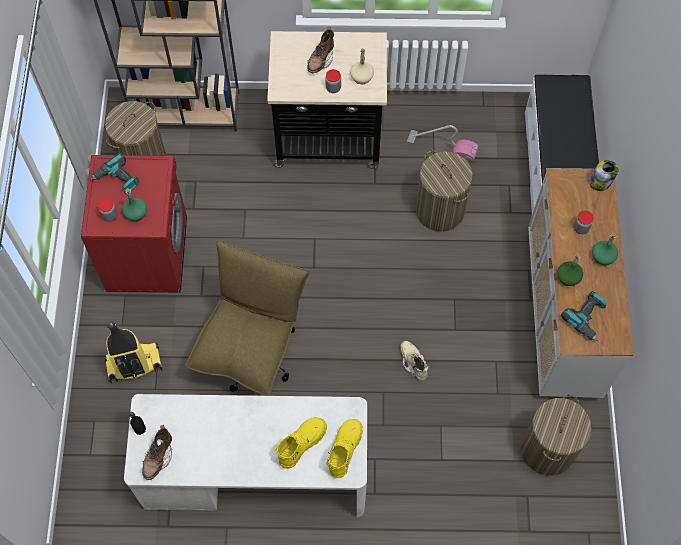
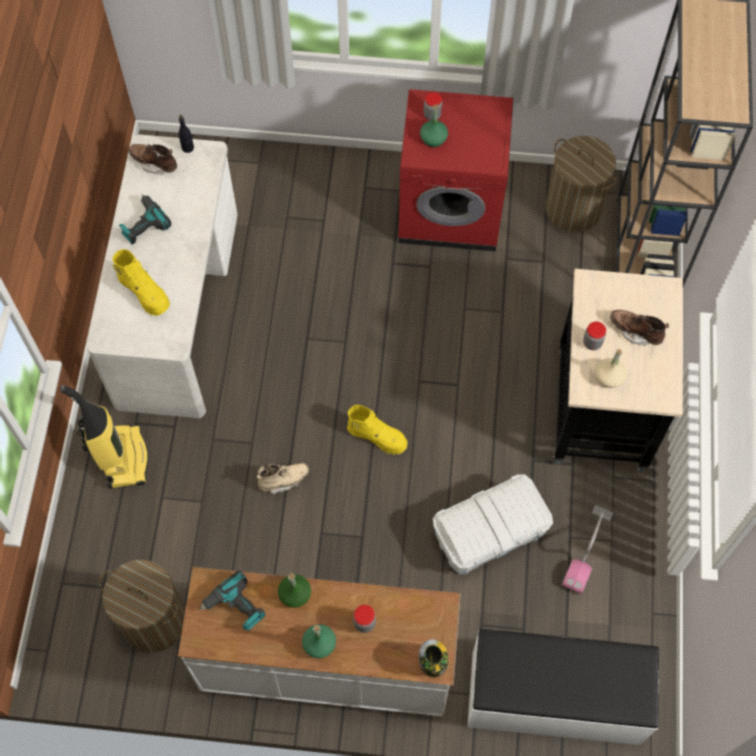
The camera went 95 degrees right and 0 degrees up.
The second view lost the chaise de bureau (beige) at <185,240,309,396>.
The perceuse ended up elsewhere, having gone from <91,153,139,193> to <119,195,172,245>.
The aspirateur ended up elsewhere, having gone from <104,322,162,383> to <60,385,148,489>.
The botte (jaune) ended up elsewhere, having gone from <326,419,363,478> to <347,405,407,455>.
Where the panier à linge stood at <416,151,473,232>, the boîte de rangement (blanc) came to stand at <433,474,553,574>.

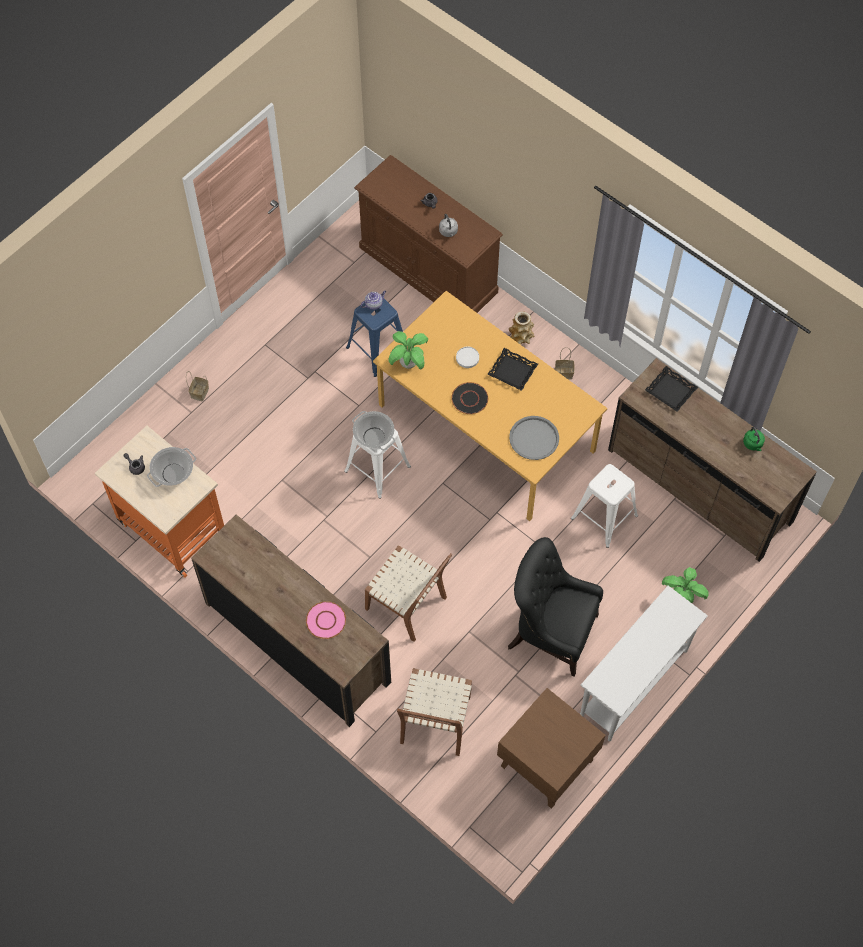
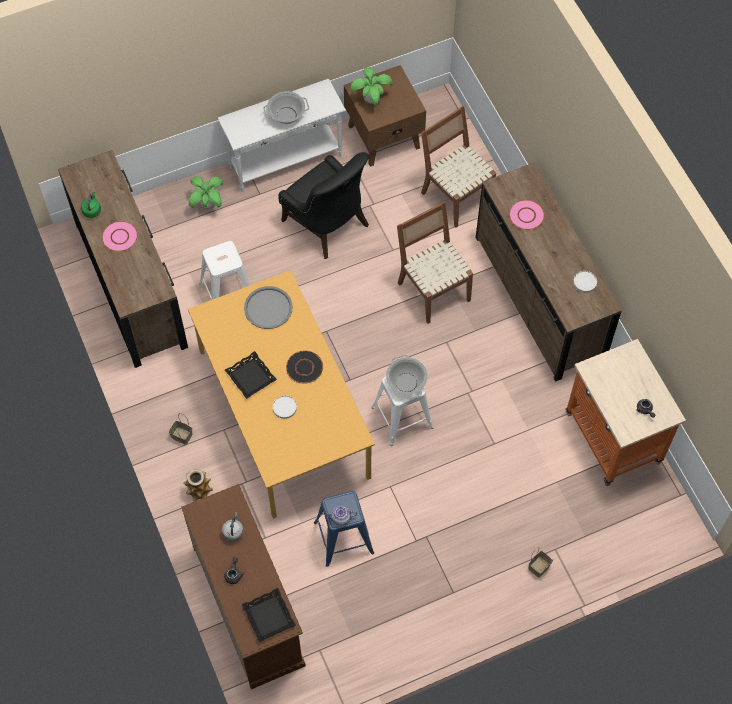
The camera went 155 degrees left and 0 degrees up.
The second view gained the assiette (rose) at <102,221,138,252>.
The second view gained the assiette (blanc) at <573,271,597,293>.
The marmite ended up elsewhere, having gone from <147,447,196,487> to <263,91,309,124>.
The plante en pot ended up elsewhere, having gone from <388,331,428,370> to <350,67,393,105>.
The plateau (noir) ended up elsewhere, having gone from <645,366,698,412> to <242,588,296,642>.
The chaise at <397,668,472,756> ended up facing another way, 75 degrees counterclockwise from before.

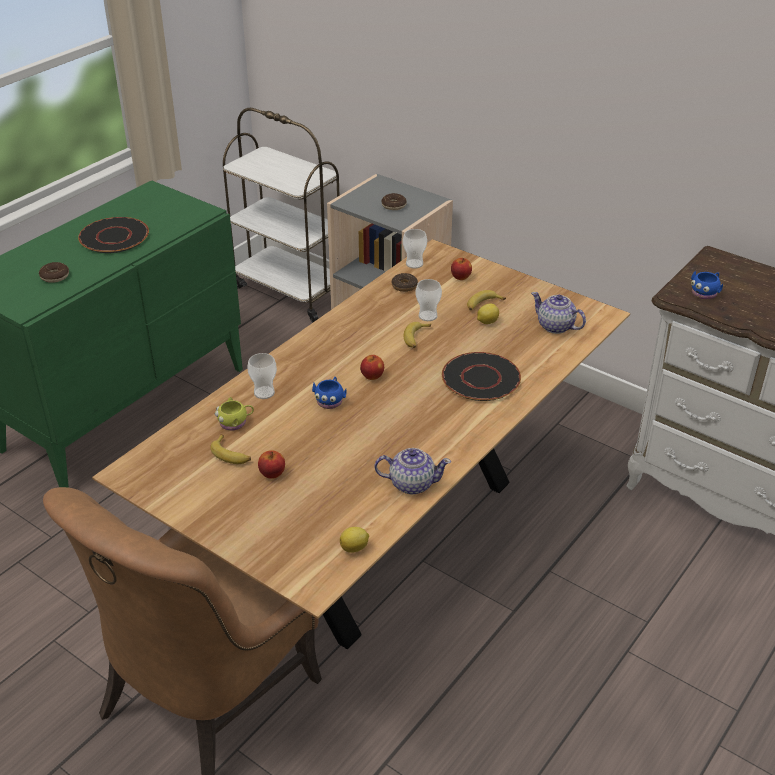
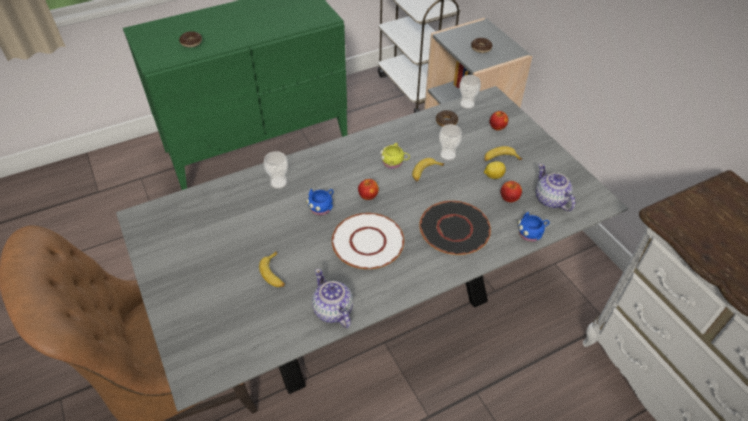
The camera went 25 degrees right and 10 degrees up.
The second view lost the assiette (noir) at <78,217,149,253>.
The second view lost the citron at <340,527,369,553>.
The second view gained the assiette (blanc) at <332,213,404,269>.
The banane ended up elsewhere, having gone from <210,434,251,464> to <259,251,285,287>.
The mug (jaune) ended up elsewhere, having gone from <215,397,254,431> to <380,143,410,169>.
The pomme ended up elsewhere, having gone from <258,450,285,479> to <501,181,522,202>.
The mug (bleu) ended up elsewhere, having gone from <691,271,723,299> to <518,212,550,242>.
What was the table à manger (marron) at <92,239,630,649> turned into the table à manger (gris) at <116,86,629,412>.
The théière at <374,448,451,494> ended up facing another way, 150 degrees counterclockwise from before.

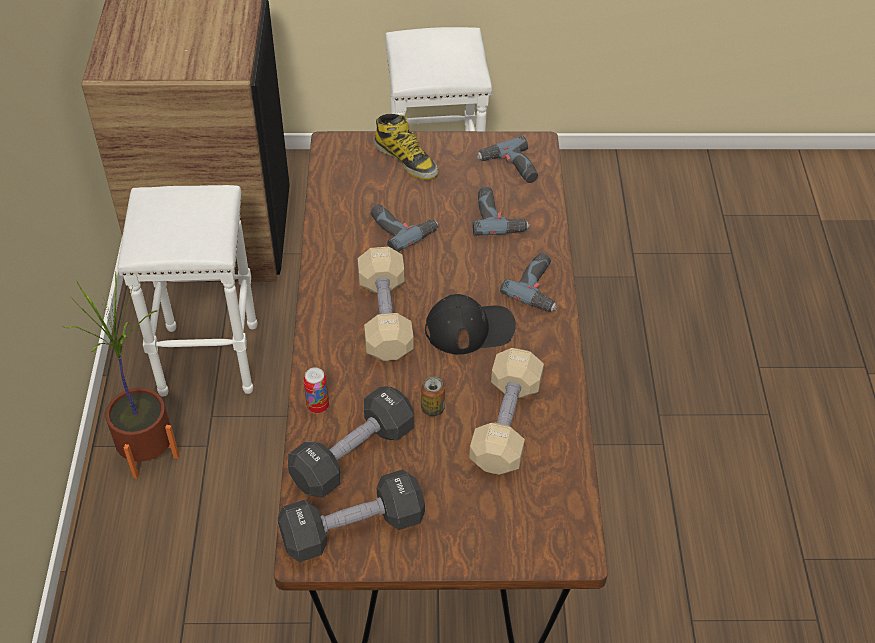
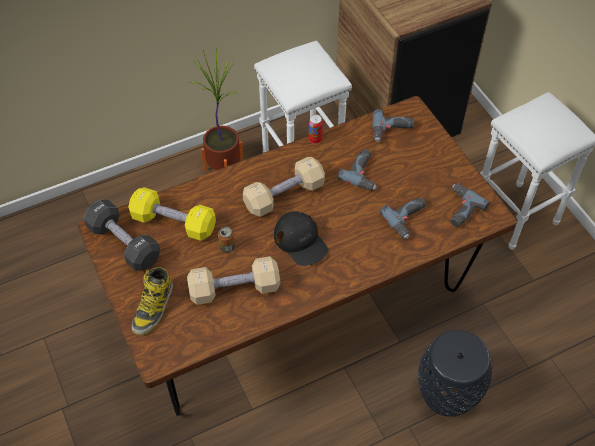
The camera went 65 degrees right and 5 degrees up.
The second view gained the tabouret (noir) at <418,330,492,417>.
The boîte métallique ended up elsewhere, having gone from <303,367,329,414> to <309,114,323,144>.
The botte ended up elsewhere, having gone from <374,114,439,180> to <132,267,173,335>.
The perceuse ended up elsewhere, having gone from <500,253,557,312> to <372,109,414,142>.
What was the haltère (noir) at <288,386,414,498> turned into the haltère (jaune) at <128,187,216,241>.

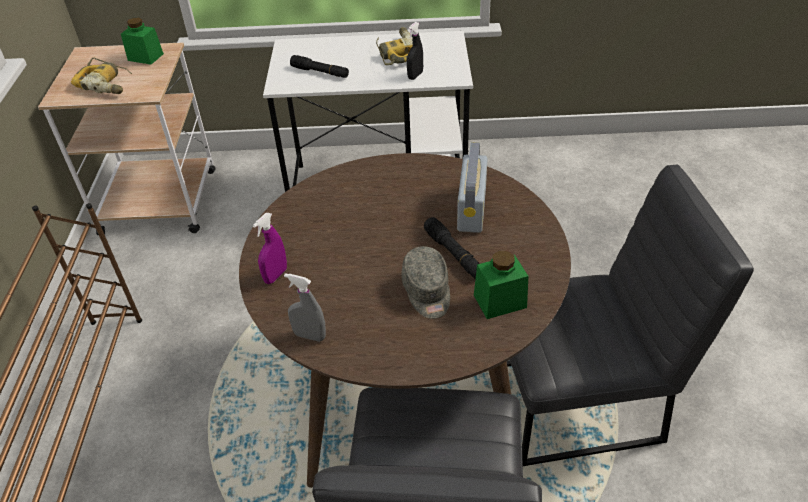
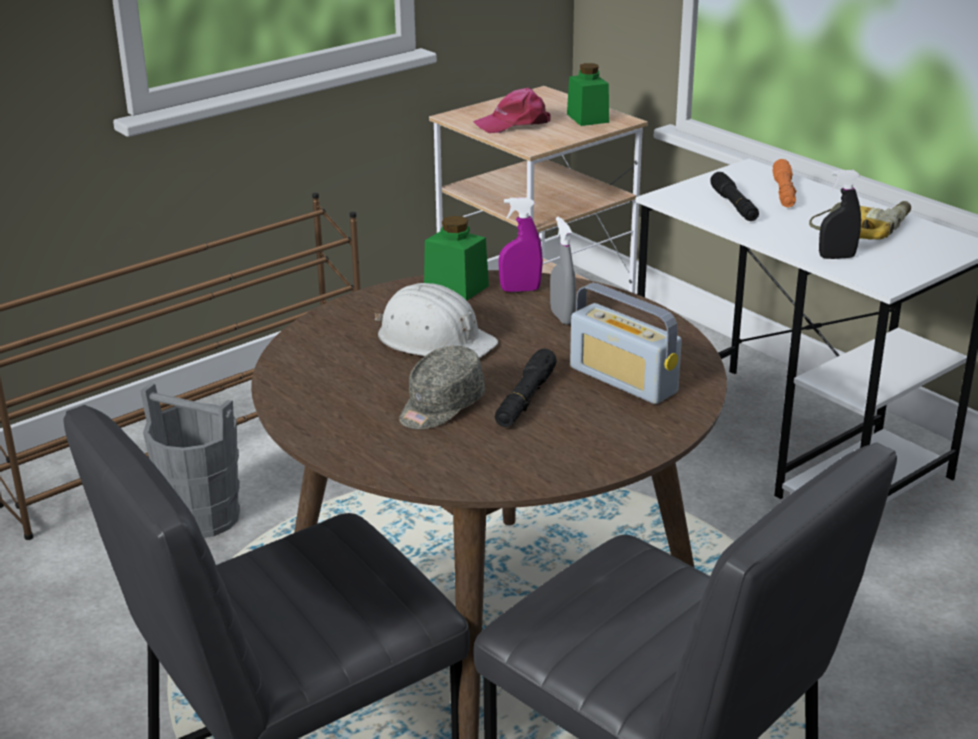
The camera went 50 degrees right and 15 degrees down.
The second view gained the seau (gris) at <140,382,240,538>.
The second view gained the casque de chantier (blanc) at <375,283,498,358>.
The second view gained the lampe de poche (orange) at <772,159,796,207>.
The vaporisateur (violet) ended up elsewhere, having gone from <253,213,287,284> to <499,197,543,292>.
The vaporisateur (gris) ended up elsewhere, having gone from <284,273,326,342> to <550,217,576,325>.
The bocal (vert) ended up elsewhere, having gone from <474,251,528,319> to <424,216,489,300>.
Where the perceuse stood at <71,58,132,94>, the casquette (rose) came to stand at <473,88,551,133>.
The radio at <457,142,487,233> ended up facing another way, 105 degrees counterclockwise from before.

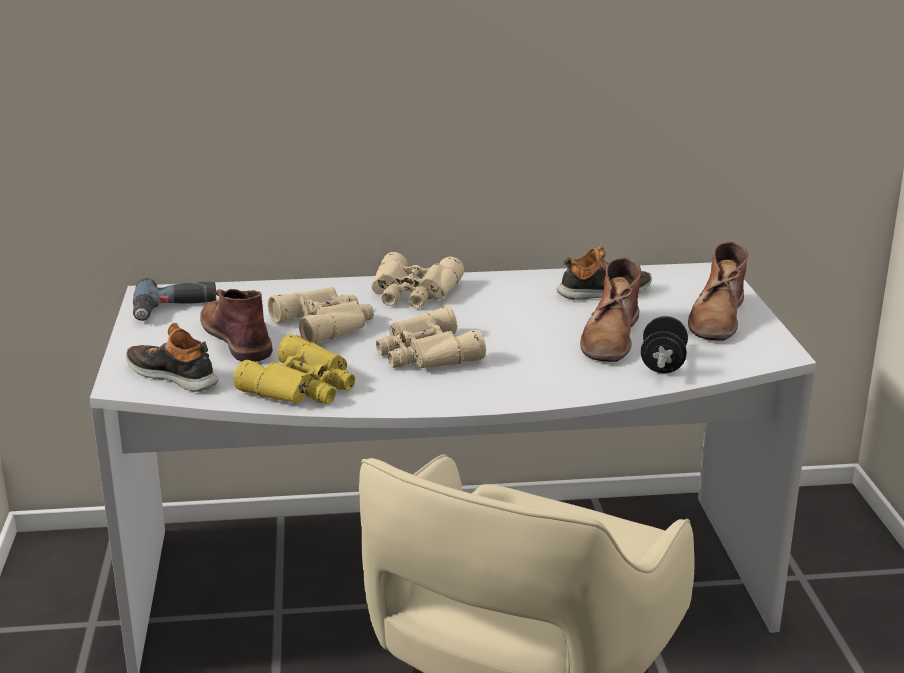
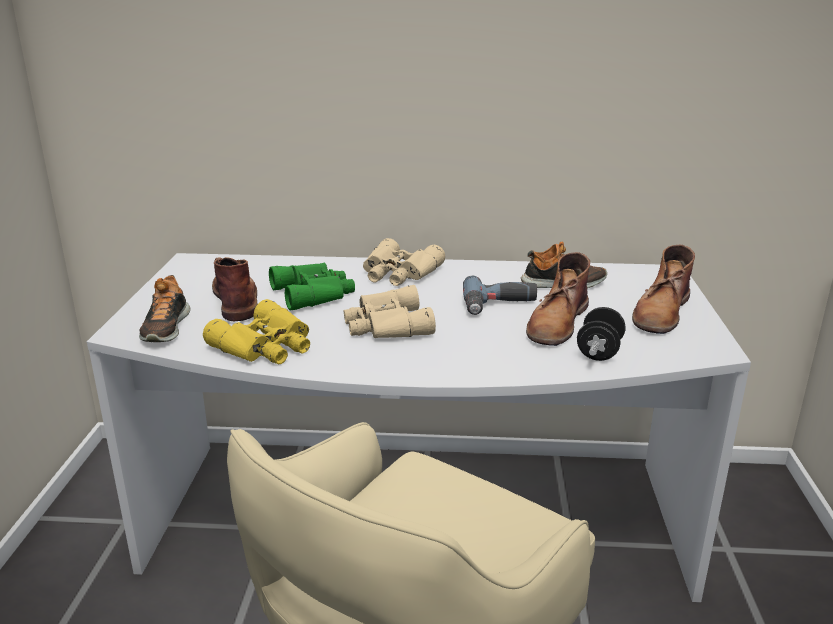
The camera went 10 degrees right and 0 degrees up.
The perceuse ended up elsewhere, having gone from <133,278,216,321> to <463,275,537,315>.
What was the jumelles (beige) at <268,287,374,344> turned into the jumelles (vert) at <269,263,355,310>.
The chaussure at <126,323,218,392> ended up facing another way, 135 degrees counterclockwise from before.

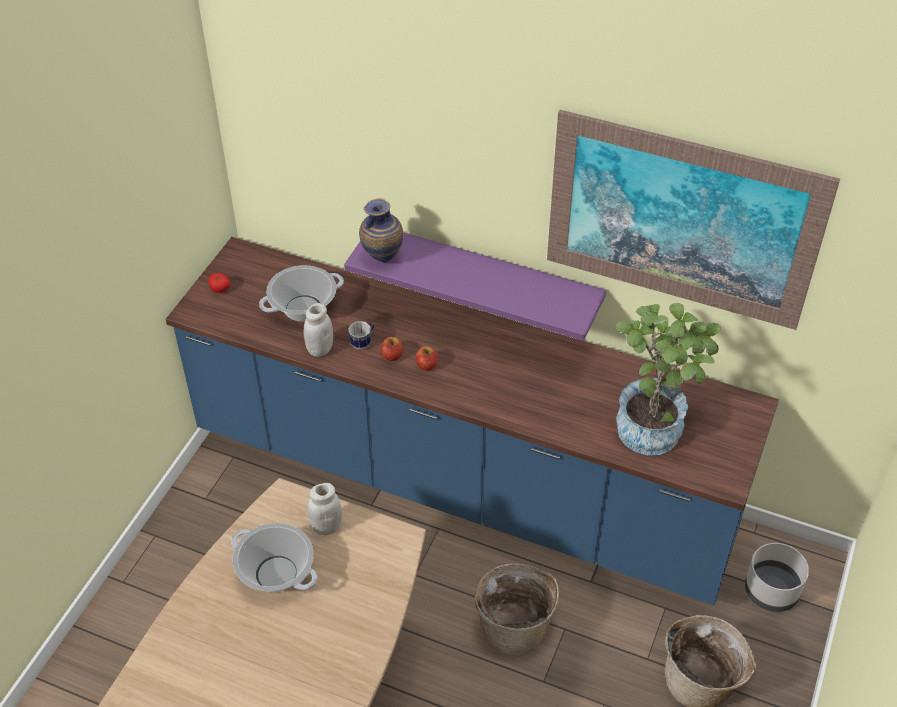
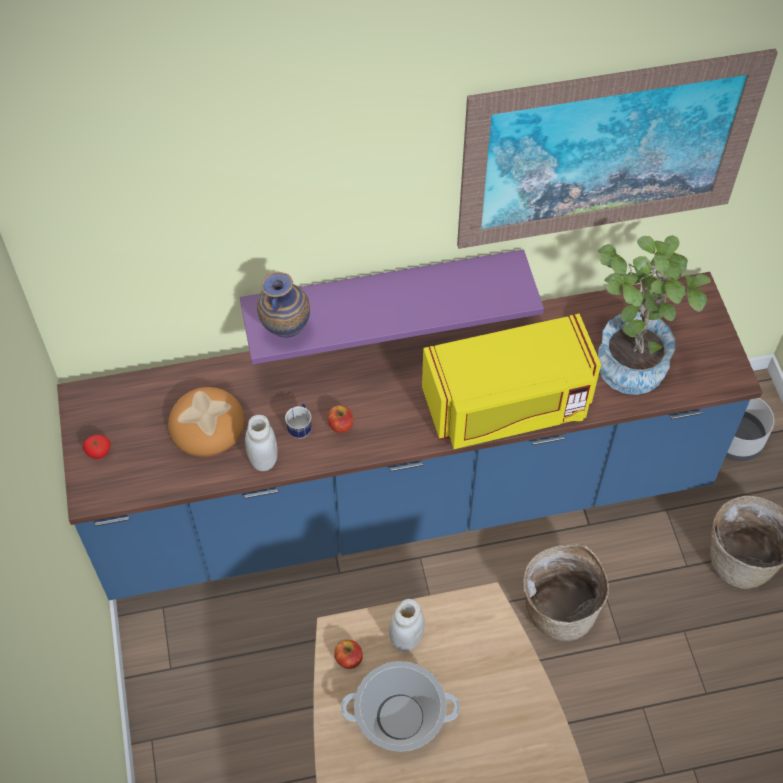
The camera went 35 degrees left and 10 degrees up.
The second view gained the micro-ondes (jaune) at <422,314,601,449>.
The pomme ended up elsewhere, having gone from <416,346,438,371> to <334,640,363,669>.
Where the marmite stood at <259,265,344,322>, the pain came to stand at <168,387,245,457>.

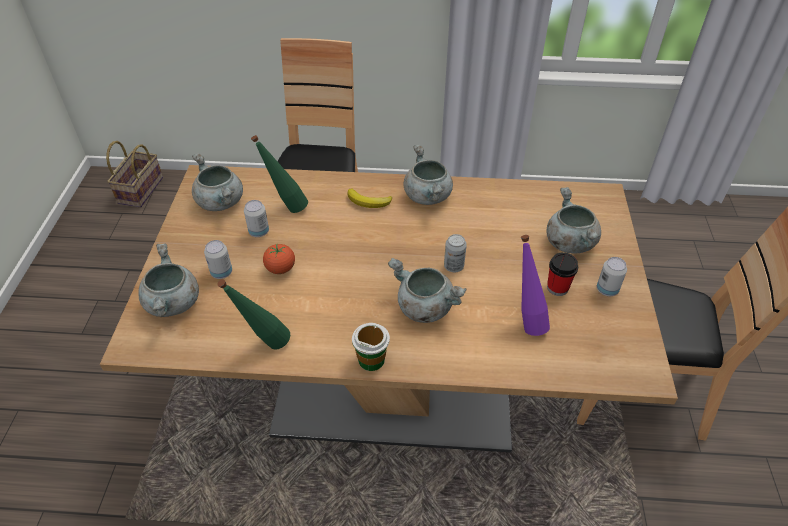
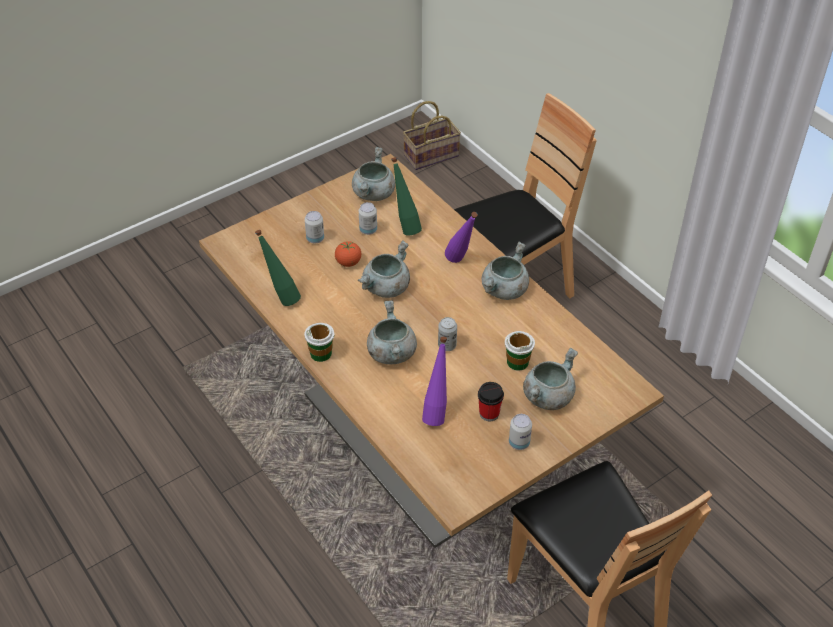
The camera went 50 degrees right and 0 degrees up.
The second view gained the tasse at <505,331,535,371>.
The marmite (gris) ended up elsewhere, having gone from <138,243,199,317> to <358,240,410,298>.
Where the banane stood at <348,188,392,208>, the bouteille (violet) came to stand at <445,212,478,263>.

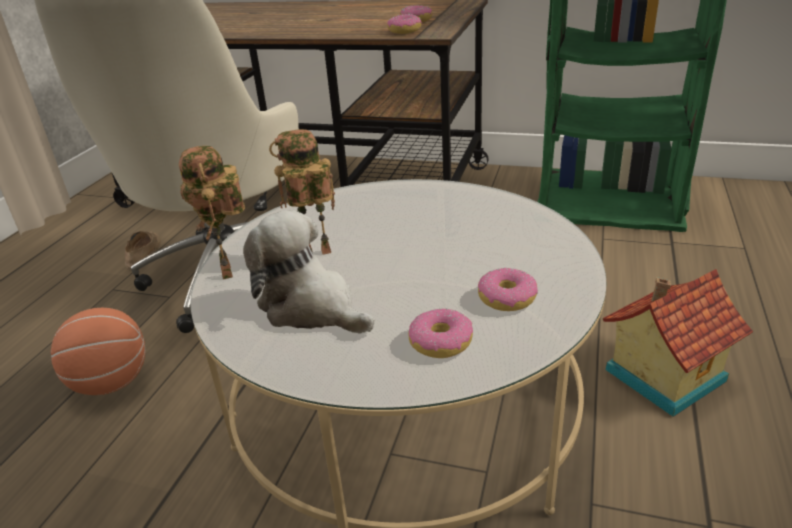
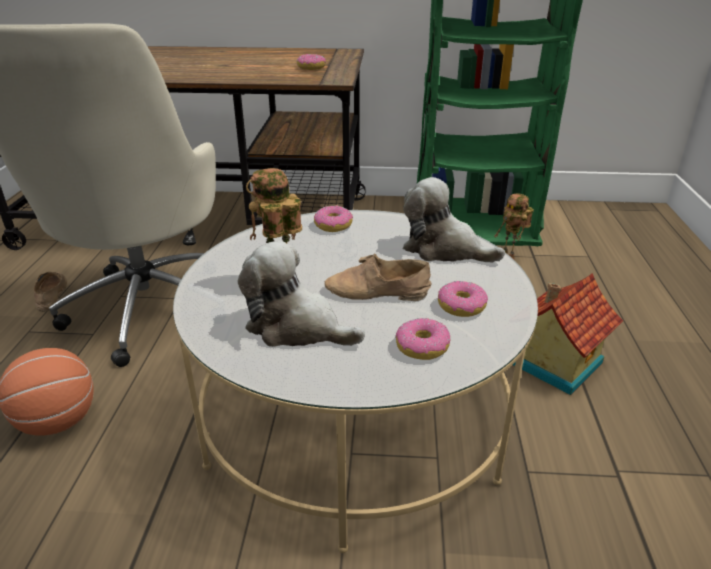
The camera went 15 degrees left and 0 degrees up.
The second view gained the chaussure (beige) at <325,254,431,301>.
The second view gained the peluche at <403,177,505,263>.
The robot jouet ended up elsewhere, having gone from <179,146,245,279> to <495,193,533,260>.
The beignet ended up elsewhere, having gone from <387,14,422,34> to <314,205,353,232>.

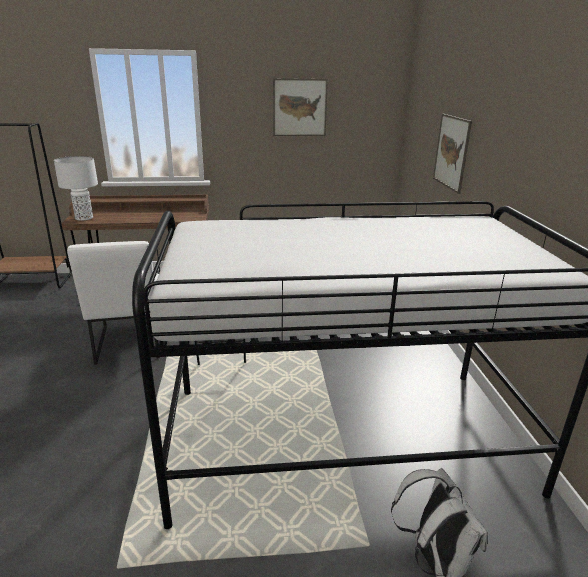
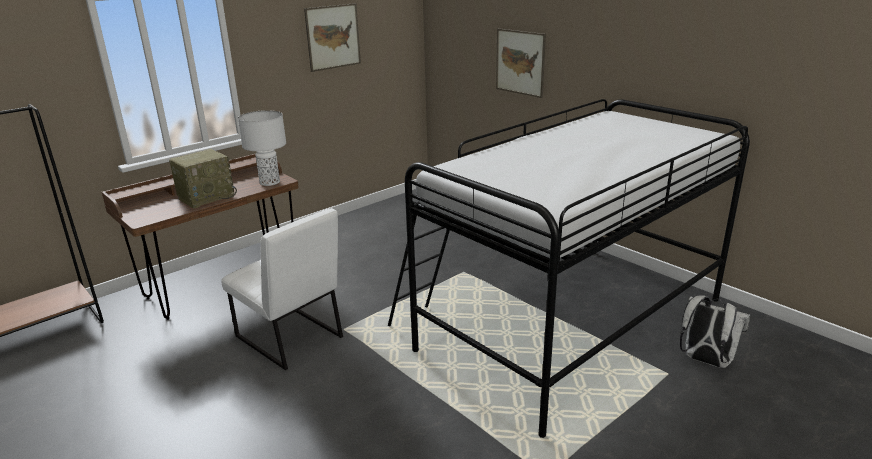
The camera went 35 degrees left and 0 degrees up.
The second view gained the radio at <169,149,237,209>.
The lampe de table (blanc) ended up elsewhere, having gone from <54,156,98,221> to <238,110,286,186>.

